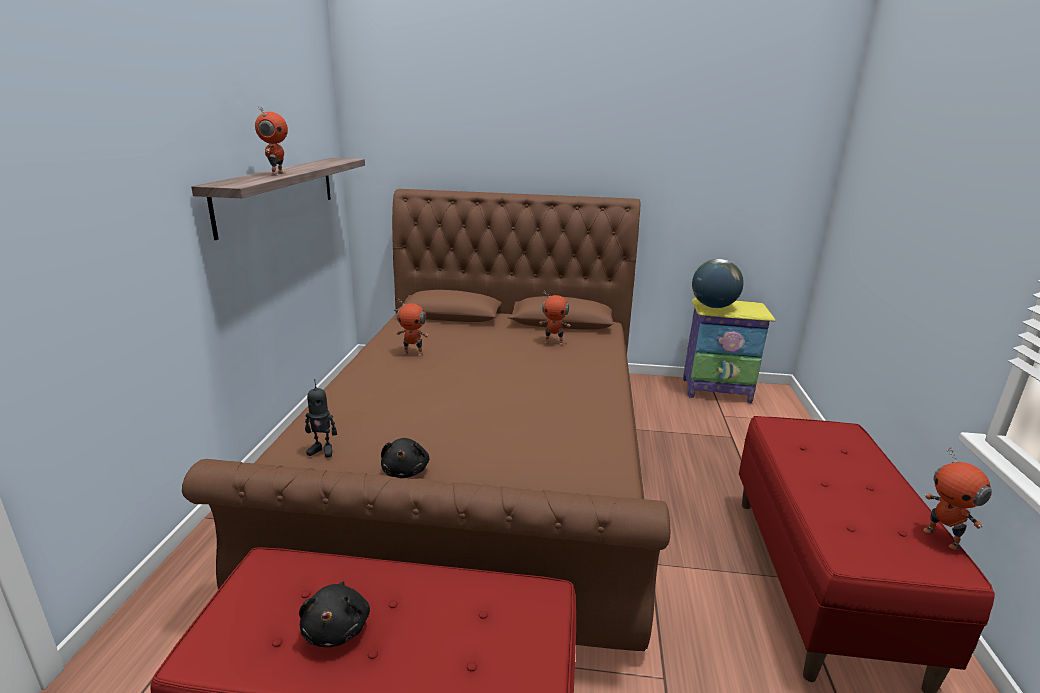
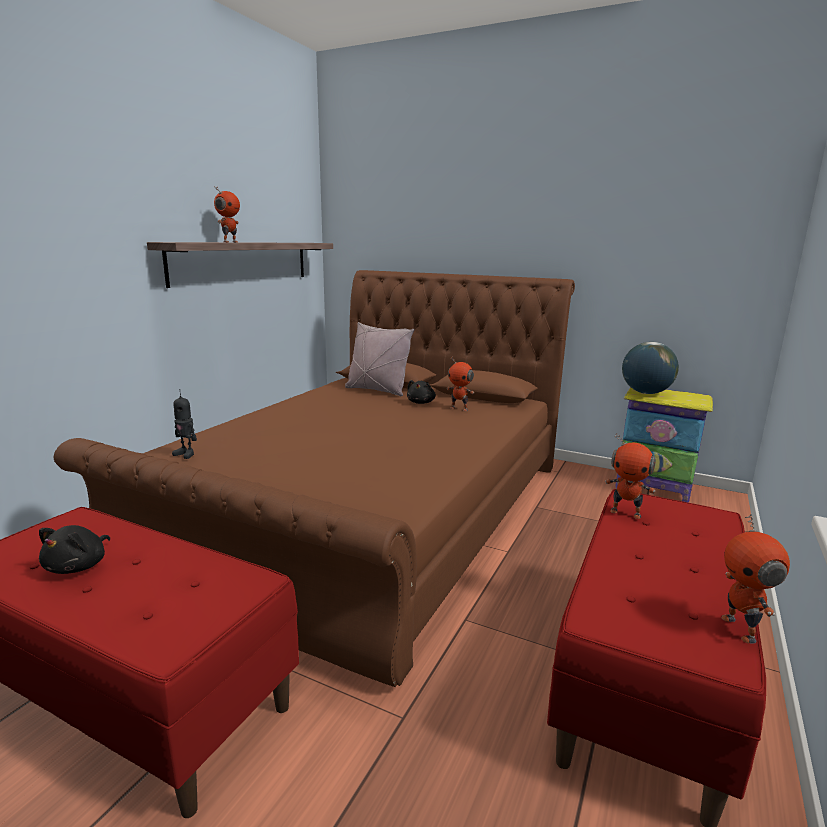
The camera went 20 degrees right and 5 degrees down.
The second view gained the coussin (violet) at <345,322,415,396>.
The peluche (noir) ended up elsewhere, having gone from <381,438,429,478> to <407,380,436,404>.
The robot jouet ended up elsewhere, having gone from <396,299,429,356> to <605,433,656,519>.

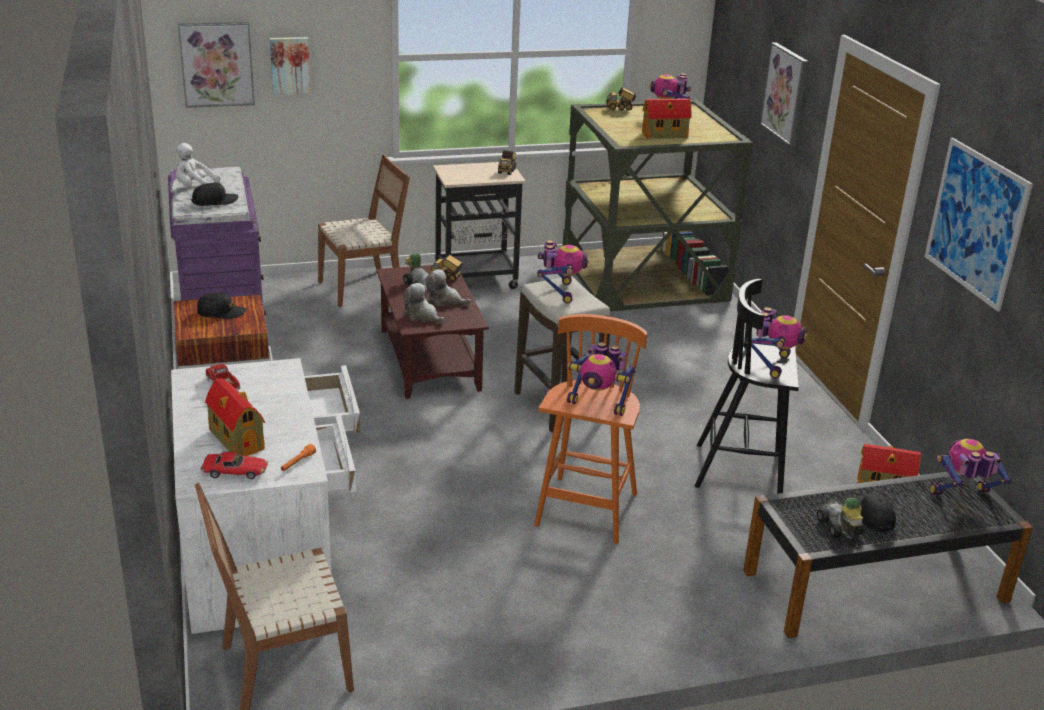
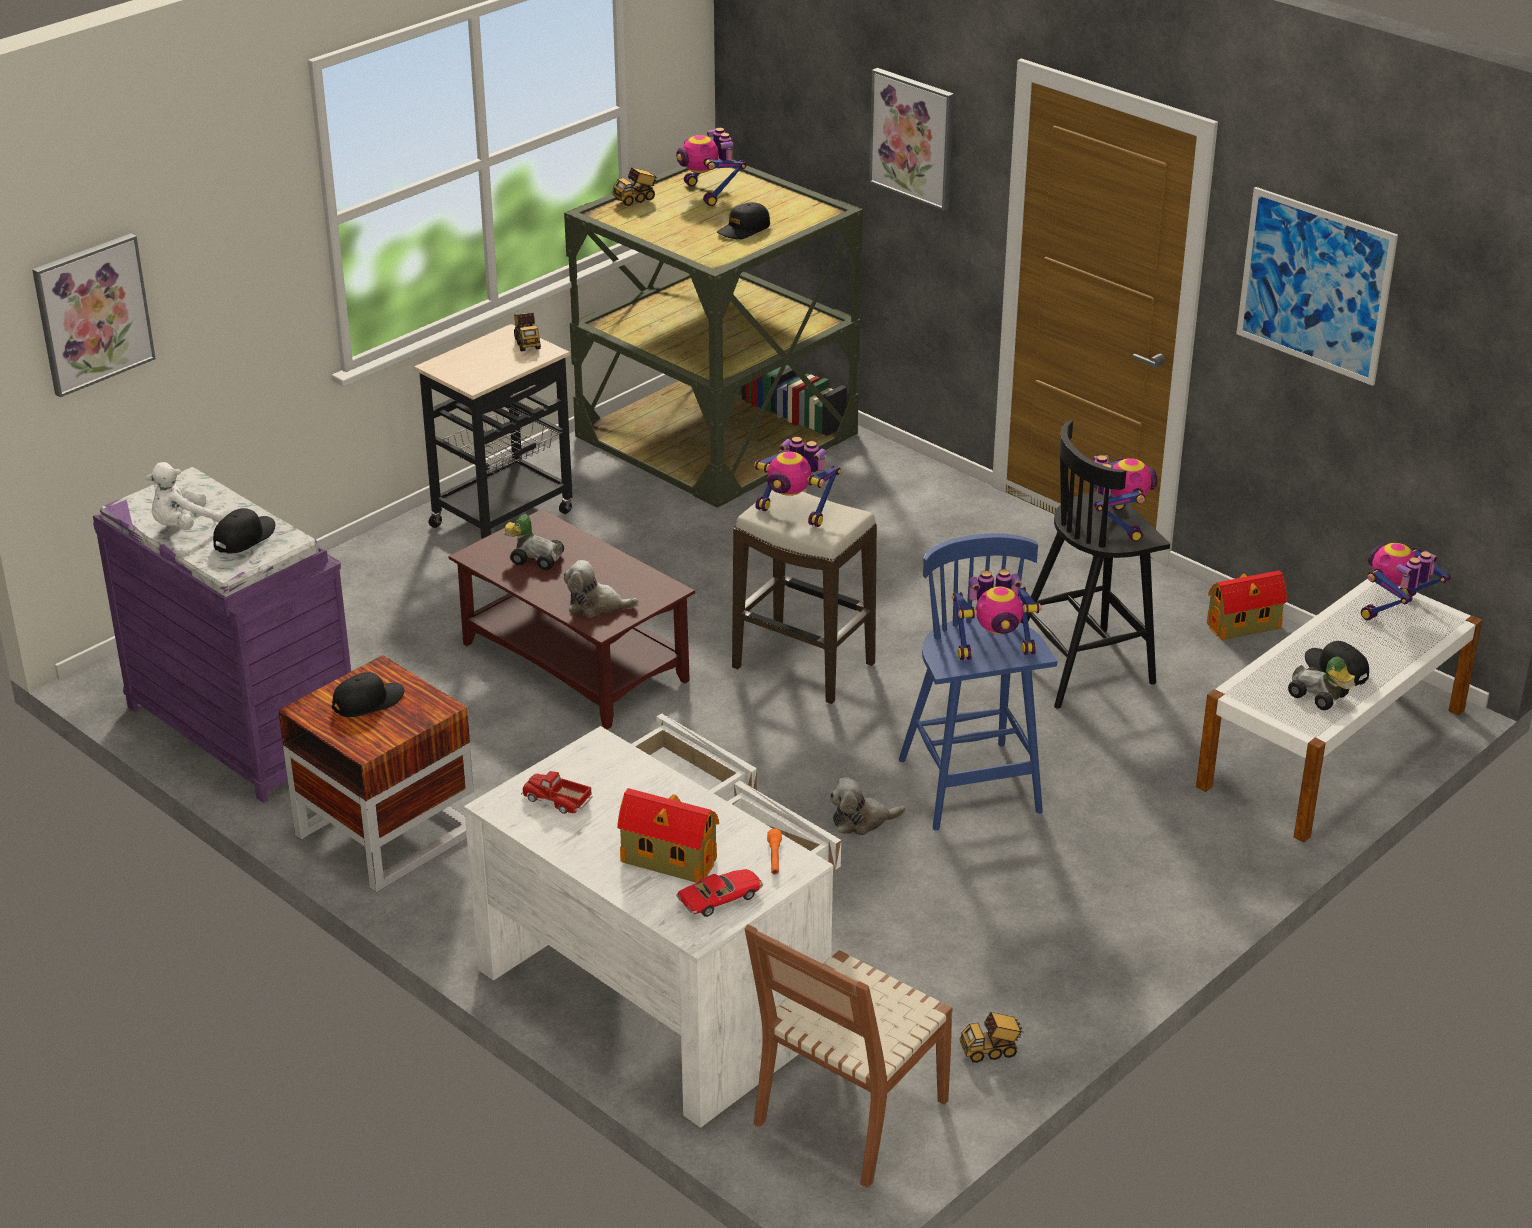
The camera went 30 degrees left and 5 degrees up.
The second view lost the tableau at <270,37,311,95>.
The second view lost the chaise at <318,154,410,307>.
The peluche ended up elsewhere, having gone from <426,269,471,306> to <829,777,906,835>.
The camion jouet ended up elsewhere, having gone from <430,254,464,282> to <960,1012,1024,1063>.
Where the maison miniature stood at <642,98,691,139>, the casquette (noir) came to stand at <717,202,770,239>.
What was the tabouret (orange) at <534,314,647,544> turned into the tabouret (bleu) at <899,533,1057,831>.
What was the banc (noir) at <743,472,1033,638> turned into the banc (blanc) at <1196,579,1482,843>.
The robot jouet at <538,240,589,304> ended up facing another way, 150 degrees clockwise from before.

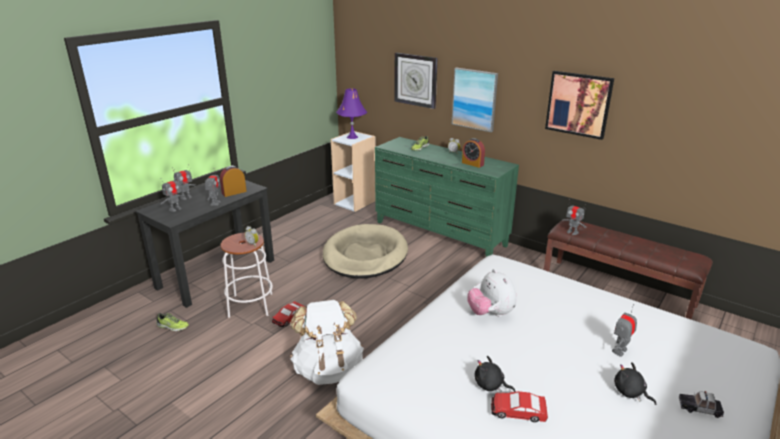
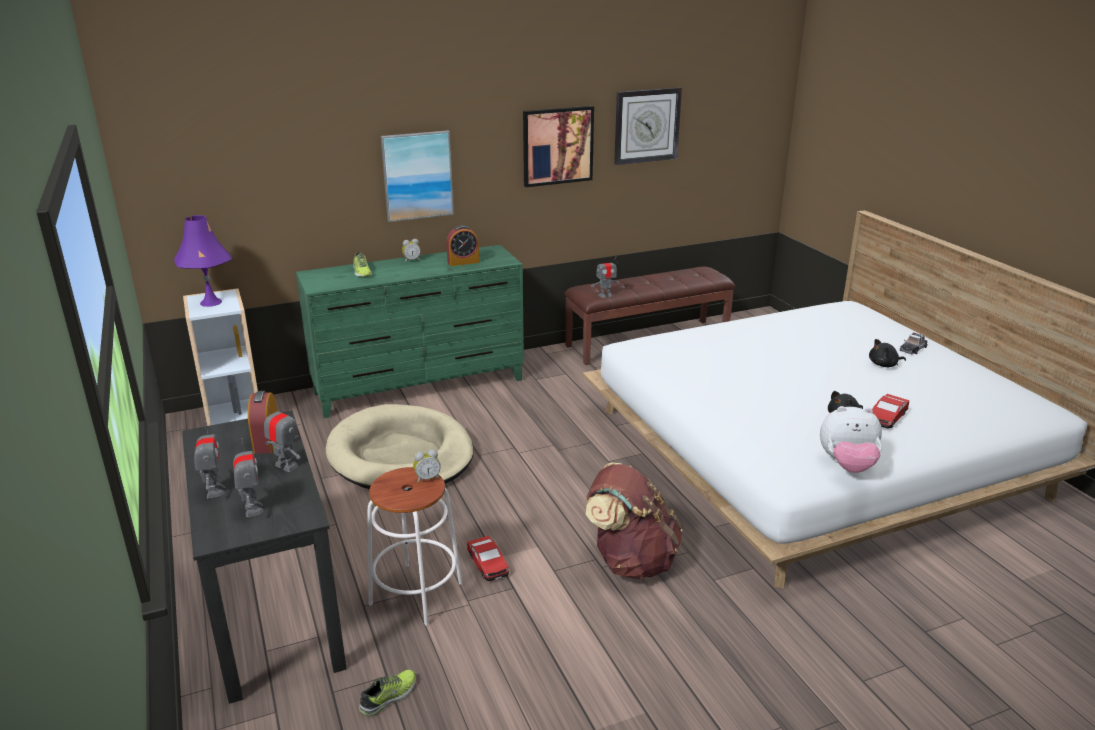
The camera went 60 degrees left and 0 degrees up.
The second view lost the robot jouet at <612,304,637,357>.
The horloge murale ended up elsewhere, having gone from <394,53,437,109> to <614,87,682,165>.
The peluche ended up elsewhere, having gone from <467,269,516,317> to <820,406,882,473>.
What was the sac à dos (blanc) at <290,300,364,385> turned into the sac à dos (marron) at <586,463,683,579>.

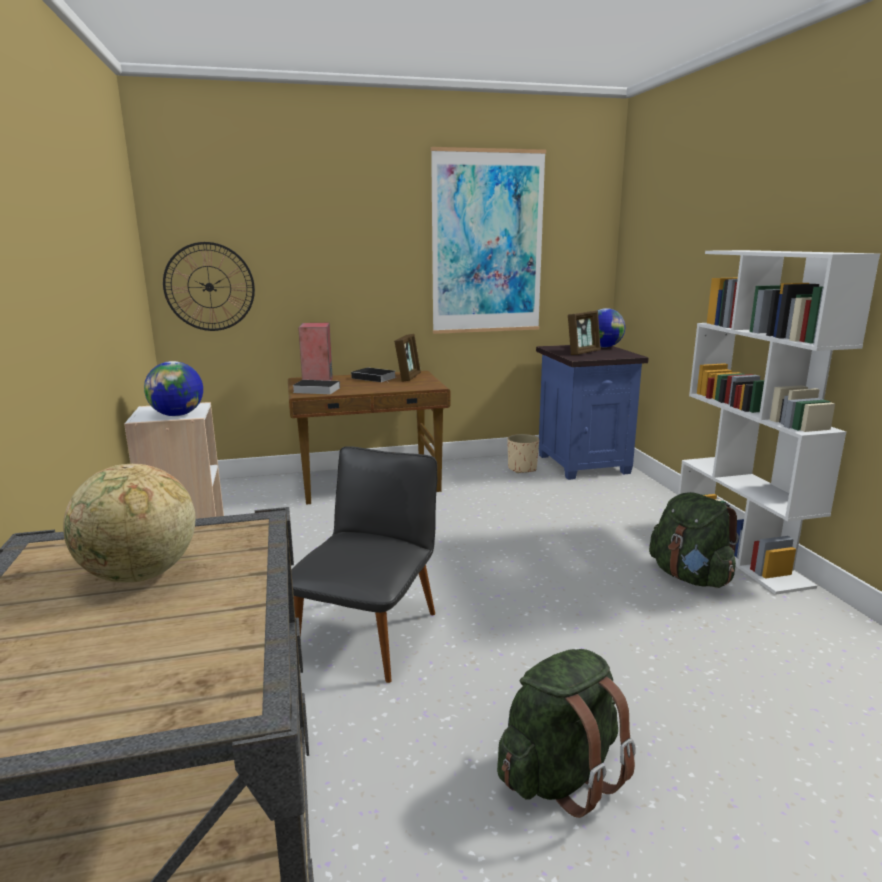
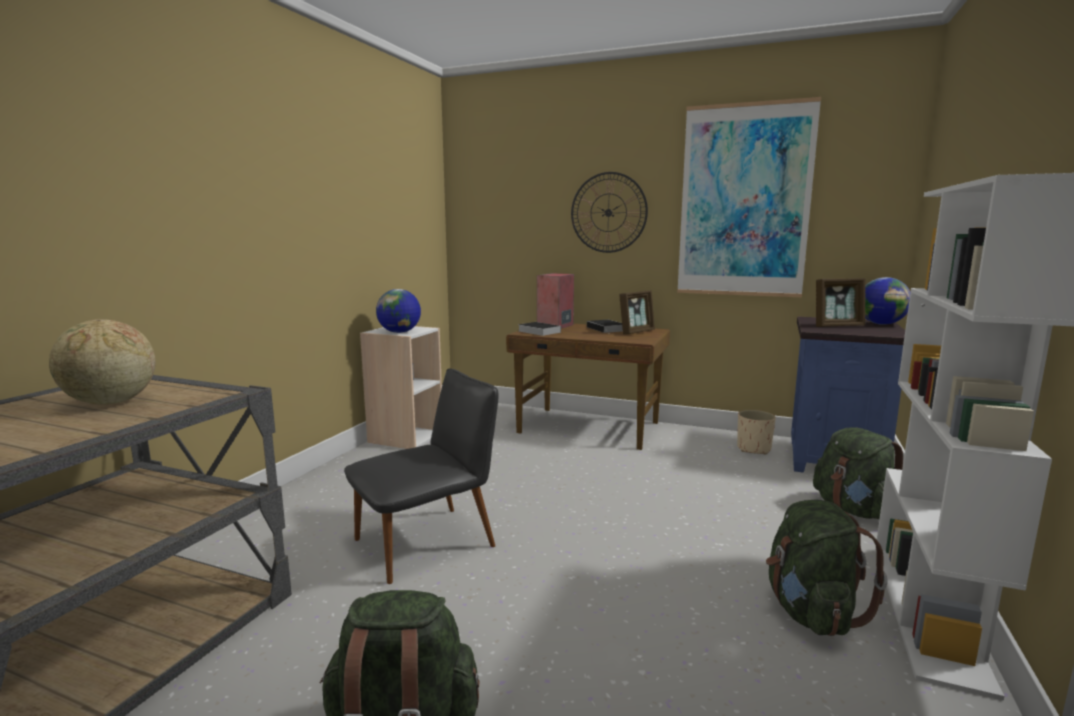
The camera went 35 degrees right and 5 degrees down.
The second view gained the sac à dos (vert) at <813,427,903,519>.
The horloge murale ended up elsewhere, having gone from <163,242,255,331> to <571,172,648,253>.

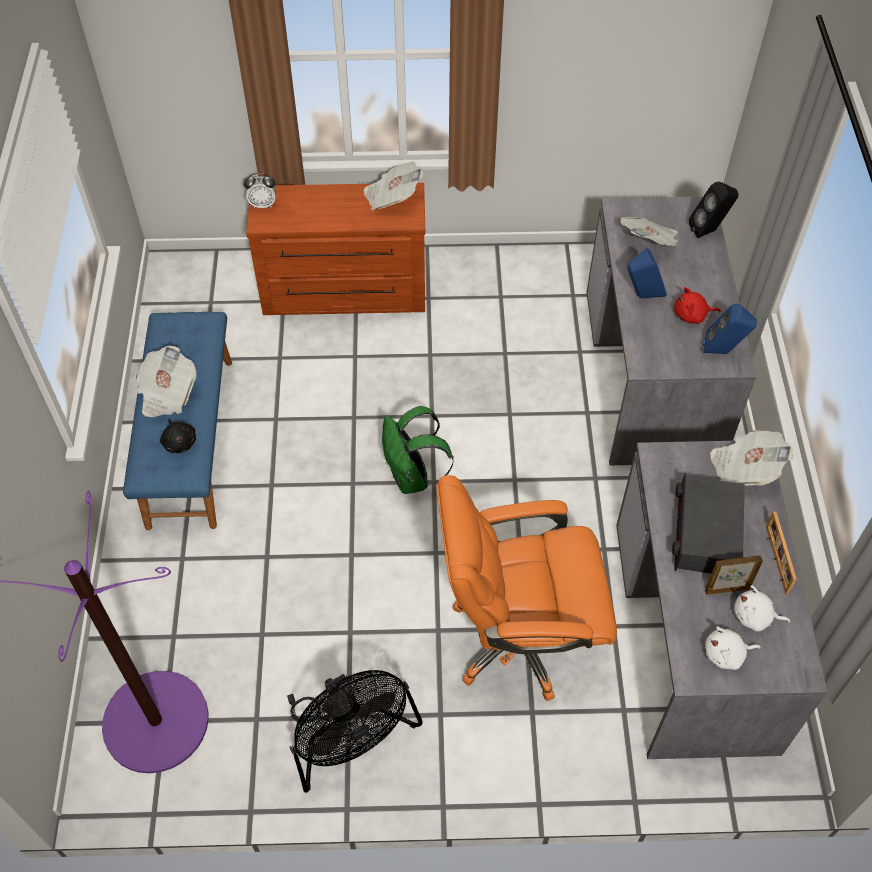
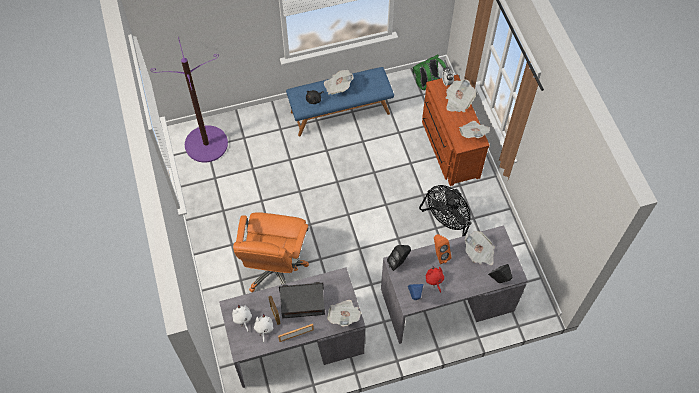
The camera went 75 degrees right and 5 degrees up.
The second view gained the enceinte (noir) at <387,245,411,271>.
The second view gained the journal at <446,79,476,112>.
The ventilateur (noir) ended up elsewhere, having gone from <287,670,423,793> to <419,185,472,236>.
The sac à dos (vert) ended up elsewhere, having gone from <382,406,454,494> to <412,55,447,90>.
What was the enceinte (bleu) at <627,248,667,299> turned into the enceinte (orange) at <434,234,452,264>.
The chaise de bureau (orange) at <436,475,617,701> ended up facing another way, 150 degrees counterclockwise from before.

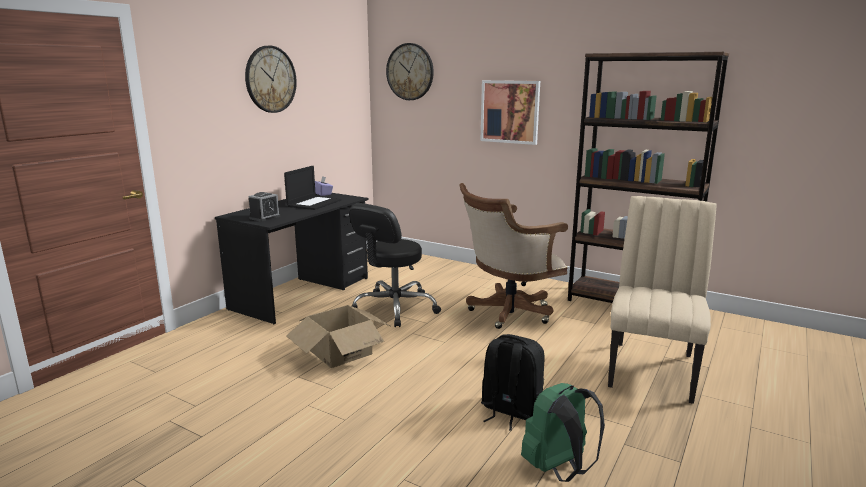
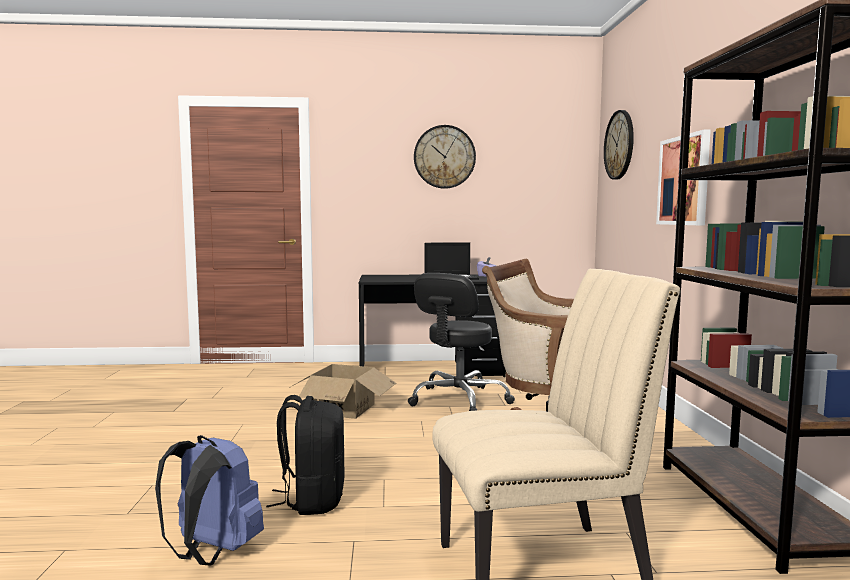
The camera went 55 degrees right and 10 degrees down.
The second view lost the réveil at <249,192,280,222>.
What was the sac à dos (vert) at <521,383,605,482> turned into the sac à dos (bleu) at <155,435,264,566>.
The chaise de bureau (noir) at <349,203,441,327> ended up facing another way, 60 degrees counterclockwise from before.

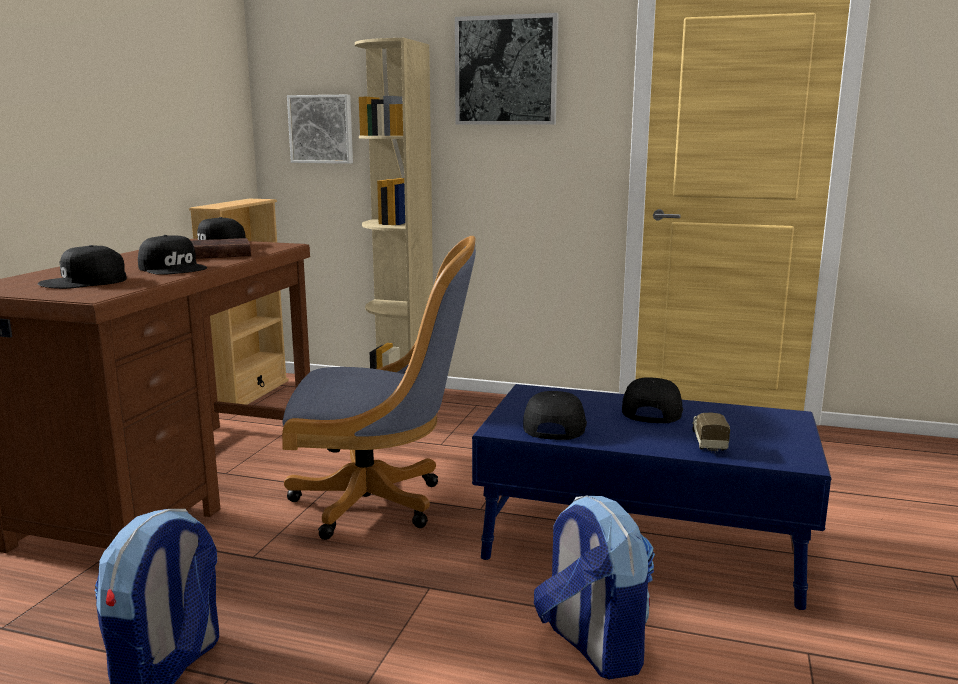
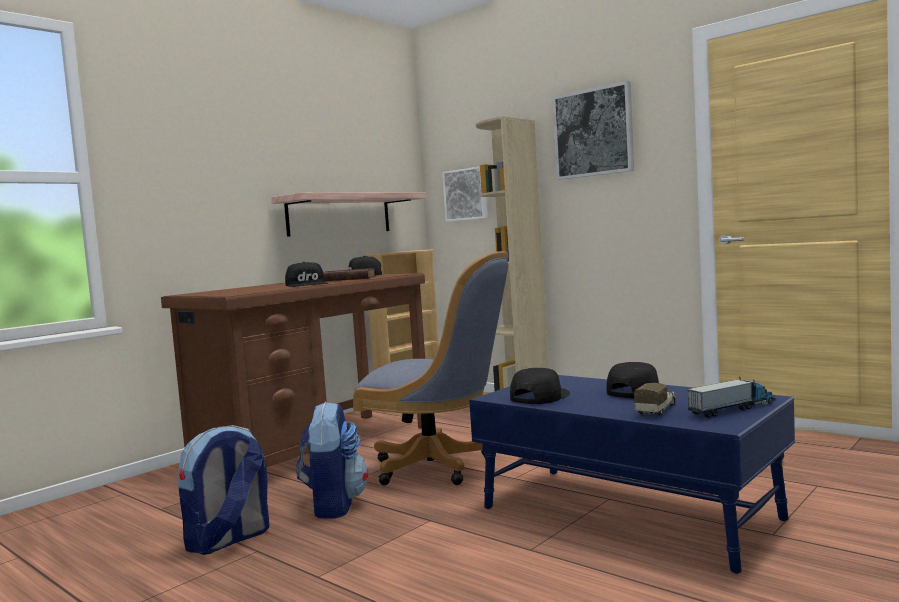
The camera went 25 degrees right and 10 degrees down.
The second view lost the casquette (noir) at <38,245,127,289>.
The second view gained the étagère at <271,192,426,237>.
The second view gained the camion jouet at <687,377,776,418>.
The sac à dos ended up elsewhere, having gone from <534,495,655,680> to <296,401,368,518>.

